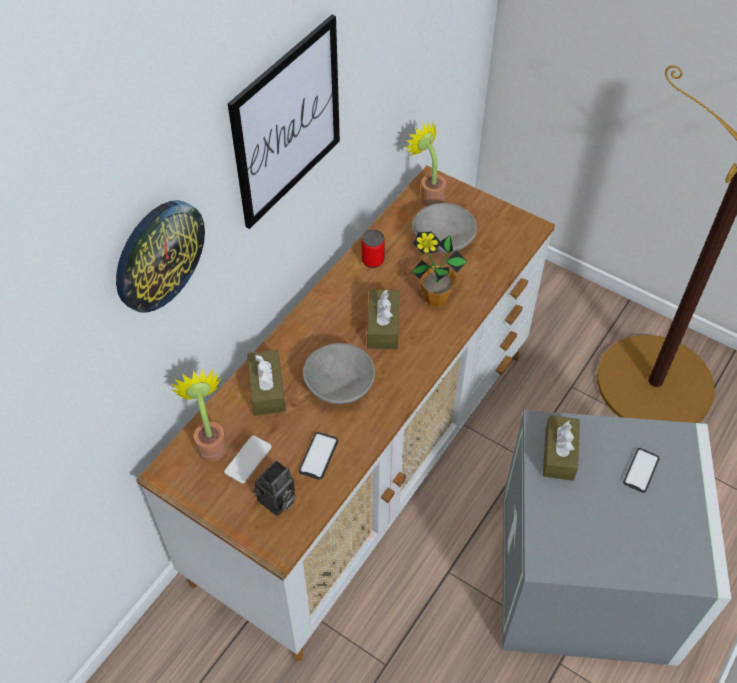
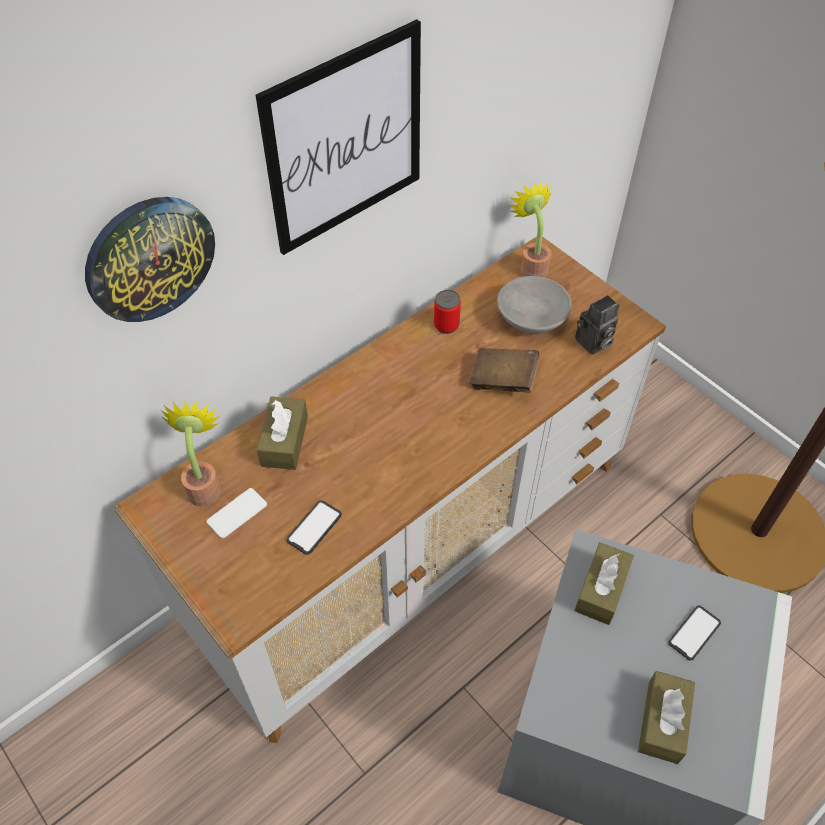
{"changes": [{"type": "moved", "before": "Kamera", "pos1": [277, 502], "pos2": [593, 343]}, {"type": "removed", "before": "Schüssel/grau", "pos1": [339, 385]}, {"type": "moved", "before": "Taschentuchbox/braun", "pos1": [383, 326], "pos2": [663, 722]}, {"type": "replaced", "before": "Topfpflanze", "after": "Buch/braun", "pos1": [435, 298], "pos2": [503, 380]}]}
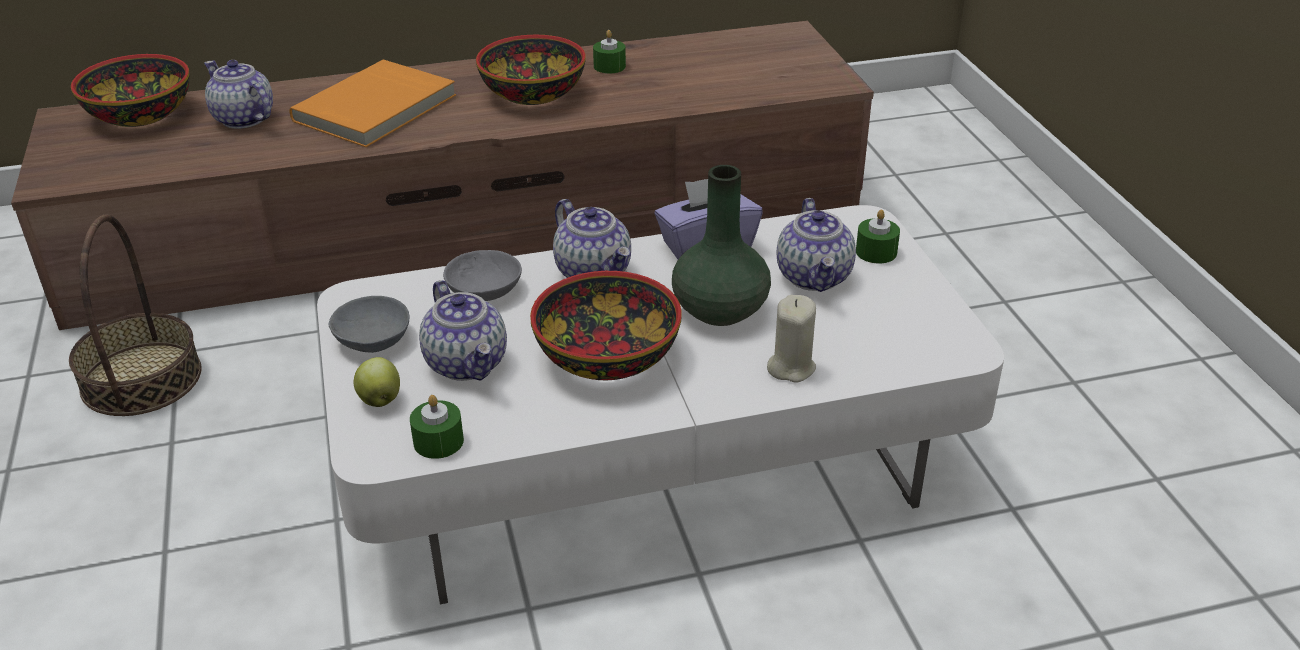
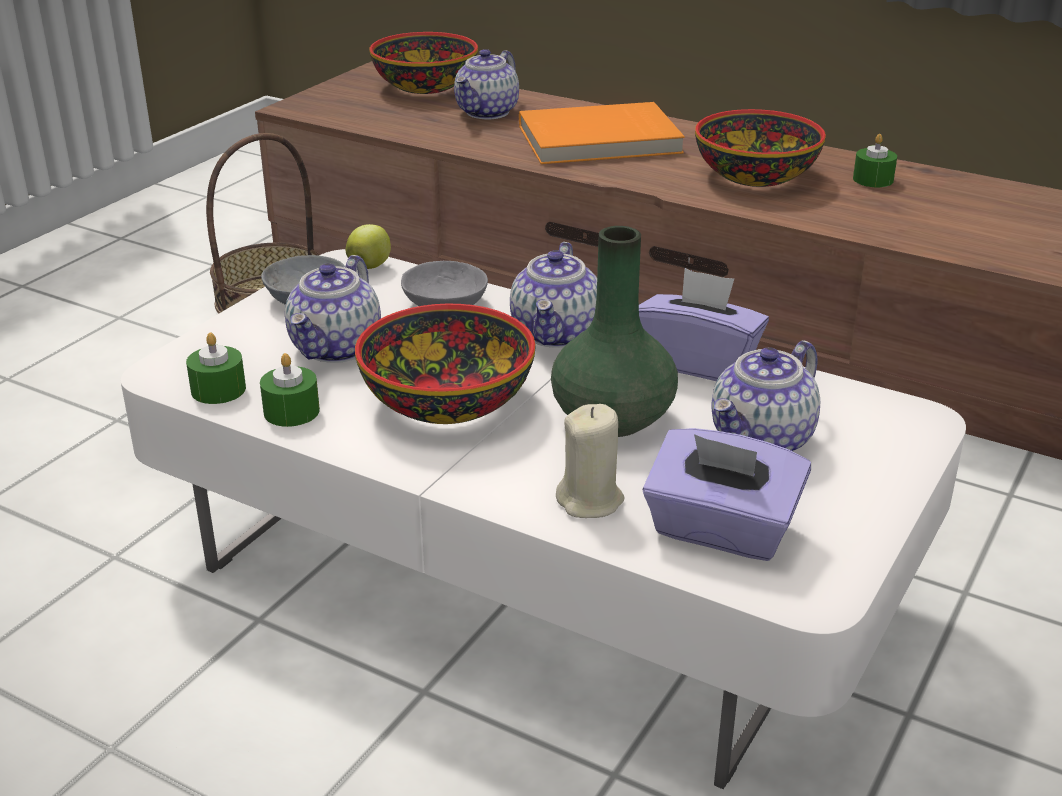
{"changes": [{"type": "turned", "before": "Teekanne", "pos1": [242, 119], "pos2": [487, 112], "turn": -150}, {"type": "moved", "before": "Apfel", "pos1": [380, 399], "pos2": [370, 266]}, {"type": "moved", "before": "Kerze/grün", "pos1": [876, 252], "pos2": [291, 411]}, {"type": "added", "after": "Taschentuchbox/lila", "pos2": [721, 531]}]}
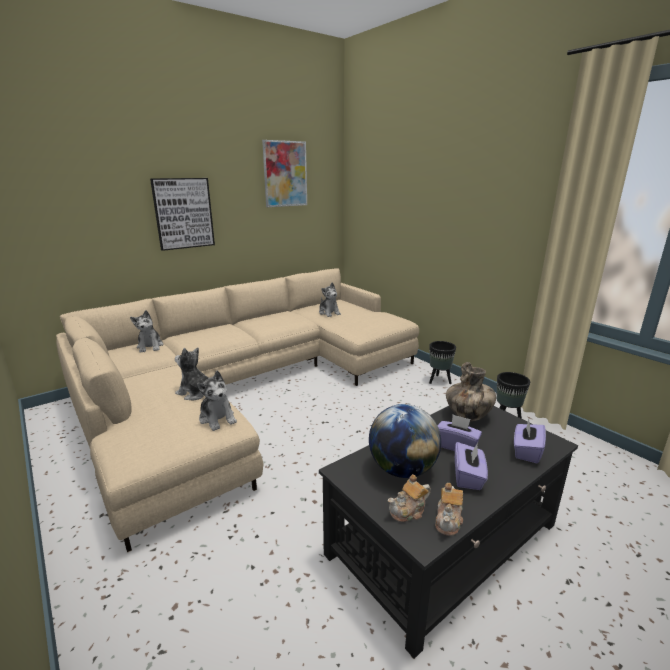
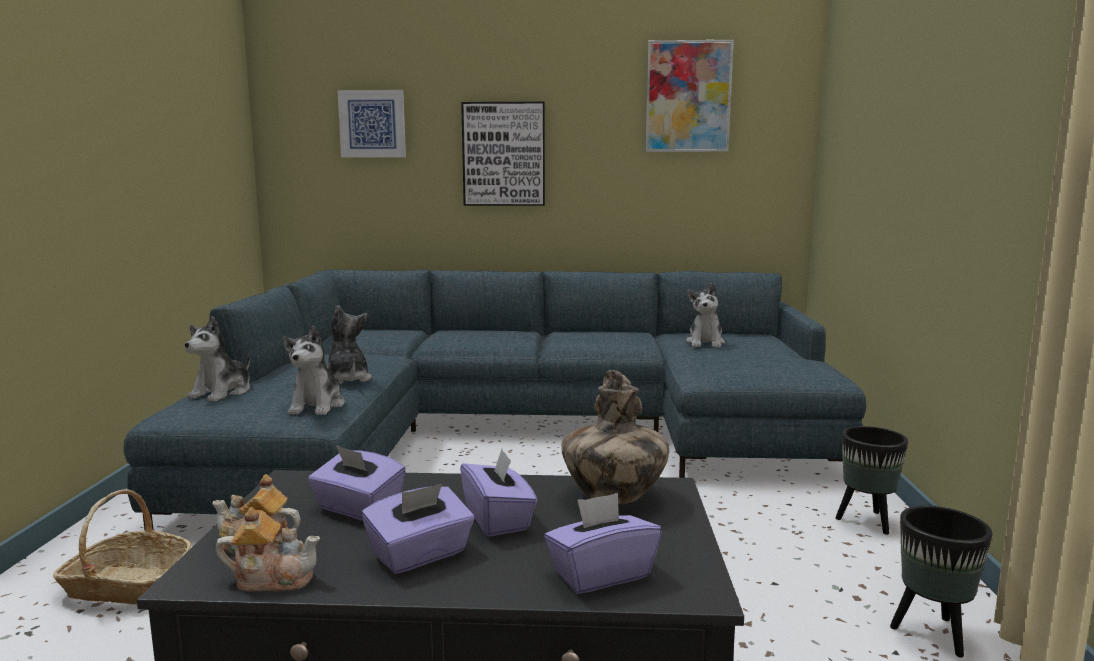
{"changes": [{"type": "recoloured", "before": "Sofa/beige", "after": "Sofa/blau", "pos1": [247, 388], "pos2": [512, 434]}, {"type": "moved", "before": "Plüschtier", "pos1": [150, 346], "pos2": [222, 393]}, {"type": "replaced", "before": "Globus", "after": "Taschentuchbox/lila", "pos1": [402, 469], "pos2": [358, 508]}, {"type": "turned", "before": "Teekanne", "pos1": [448, 520], "pos2": [272, 579], "turn": -150}, {"type": "added", "after": "Korb", "pos2": [126, 585]}, {"type": "added", "after": "Bild", "pos2": [372, 124]}]}
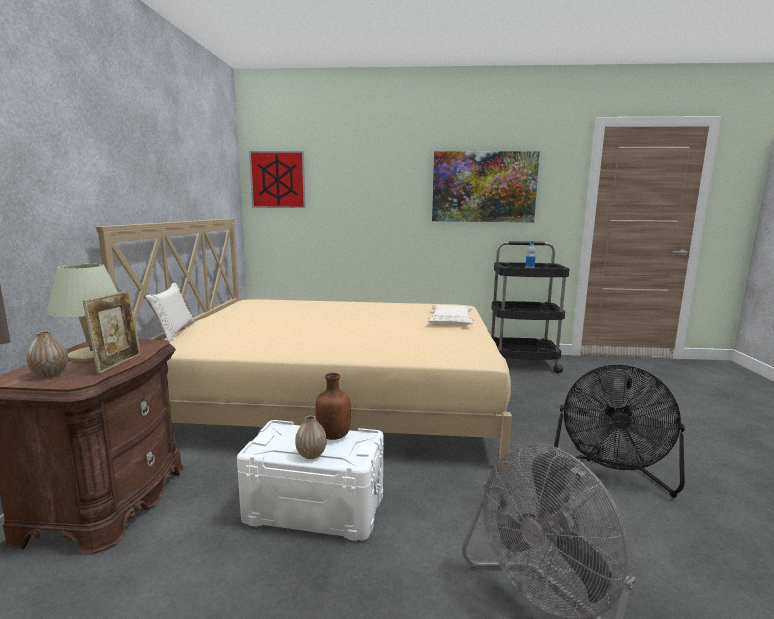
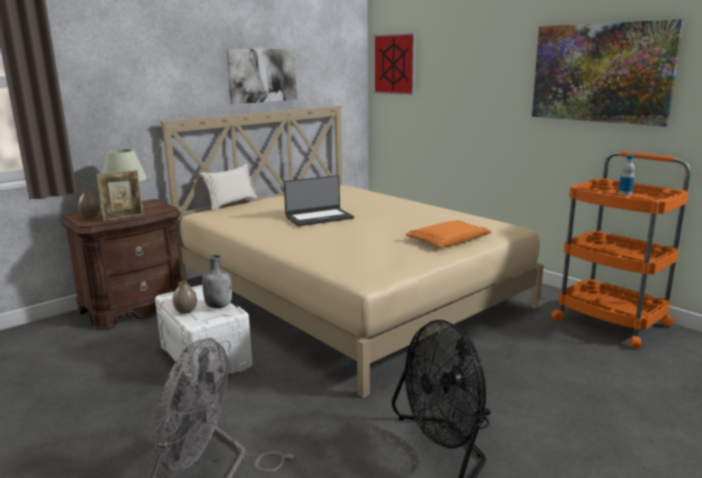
{"changes": [{"type": "recoloured", "before": "Flasche/braun", "after": "Flasche/grau", "pos1": [333, 436], "pos2": [219, 306]}, {"type": "recoloured", "before": "Kissen/weiß", "after": "Kissen/orange", "pos1": [451, 319], "pos2": [448, 239]}, {"type": "recoloured", "before": "Rollwagen/schwarz", "after": "Rollwagen/orange", "pos1": [522, 363], "pos2": [610, 323]}, {"type": "added", "after": "Bild", "pos2": [262, 75]}, {"type": "added", "after": "Laptop", "pos2": [319, 217]}]}
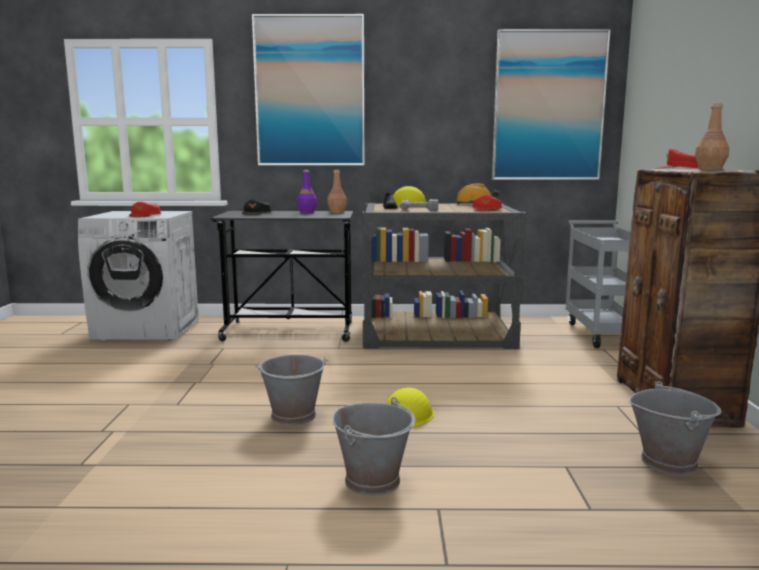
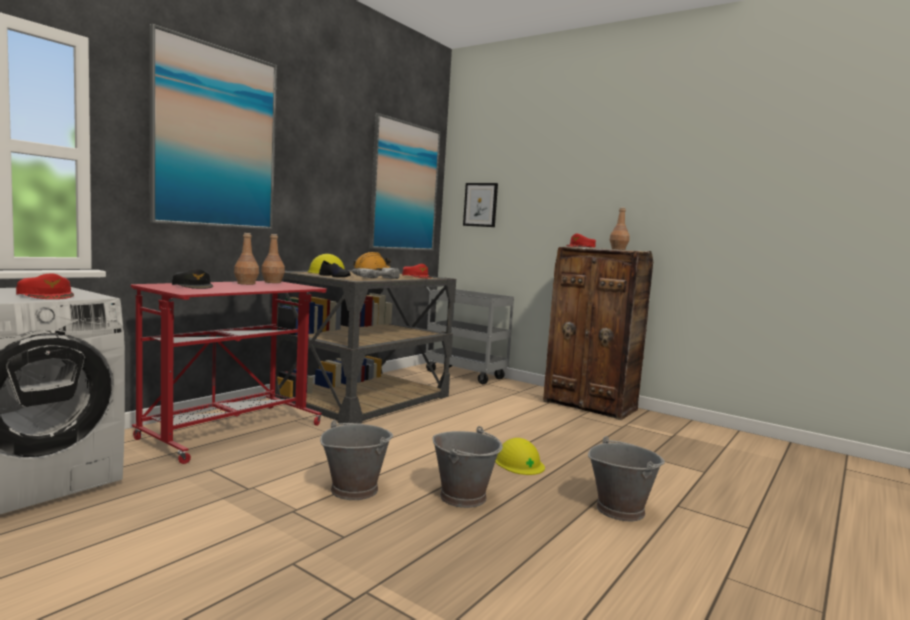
{"changes": [{"type": "recoloured", "before": "Schreibtisch/schwarz", "after": "Schreibtisch/rot", "pos1": [289, 331], "pos2": [232, 431]}, {"type": "recoloured", "before": "Flasche/lila", "after": "Flasche/braun", "pos1": [307, 212], "pos2": [246, 283]}, {"type": "moved", "before": "Eimer/grau", "pos1": [669, 461], "pos2": [354, 489]}, {"type": "added", "after": "Bild", "pos2": [480, 205]}]}
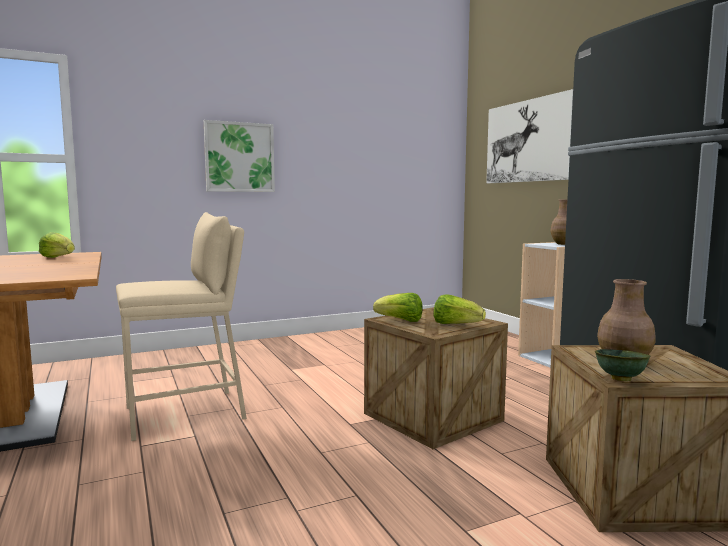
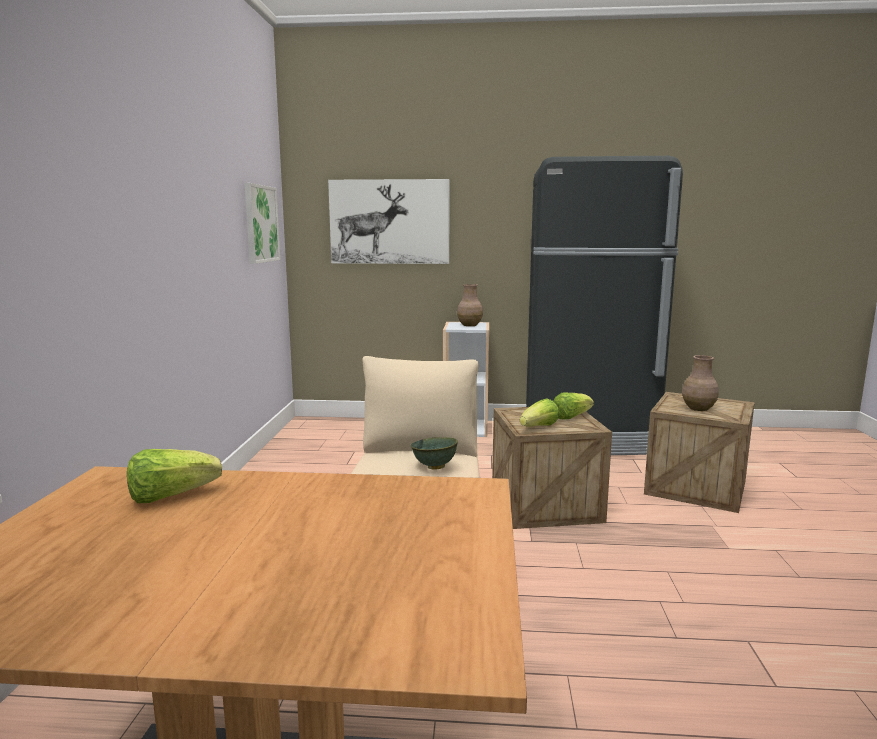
{"changes": [{"type": "moved", "before": "Bild", "pos1": [239, 157], "pos2": [261, 224]}, {"type": "moved", "before": "Schüssel/grün", "pos1": [619, 379], "pos2": [434, 467]}]}
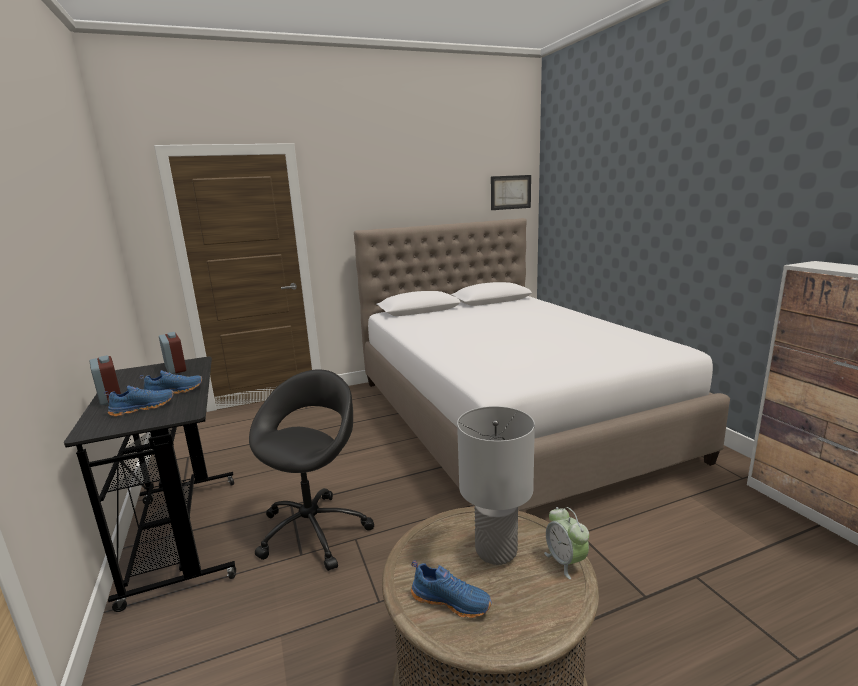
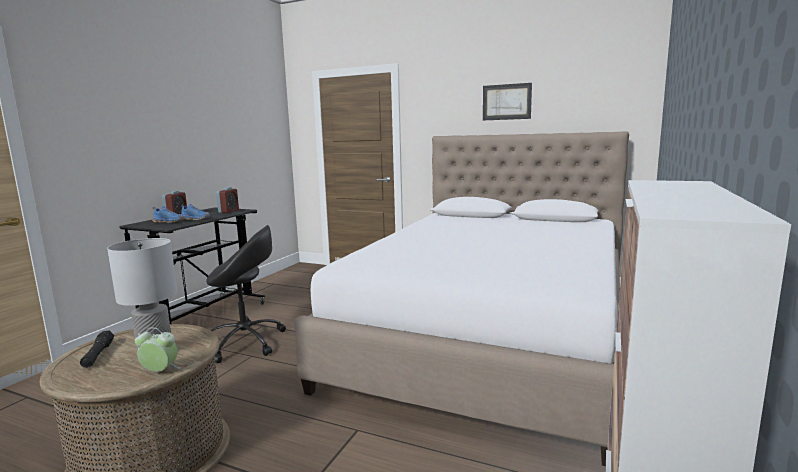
{"changes": [{"type": "replaced", "before": "Schuh/blau", "after": "Taschenlampe/schwarz", "pos1": [451, 600], "pos2": [98, 355]}, {"type": "moved", "before": "Bild", "pos1": [510, 192], "pos2": [506, 102]}, {"type": "turned", "before": "Wecker", "pos1": [565, 562], "pos2": [160, 371], "turn": 75}]}
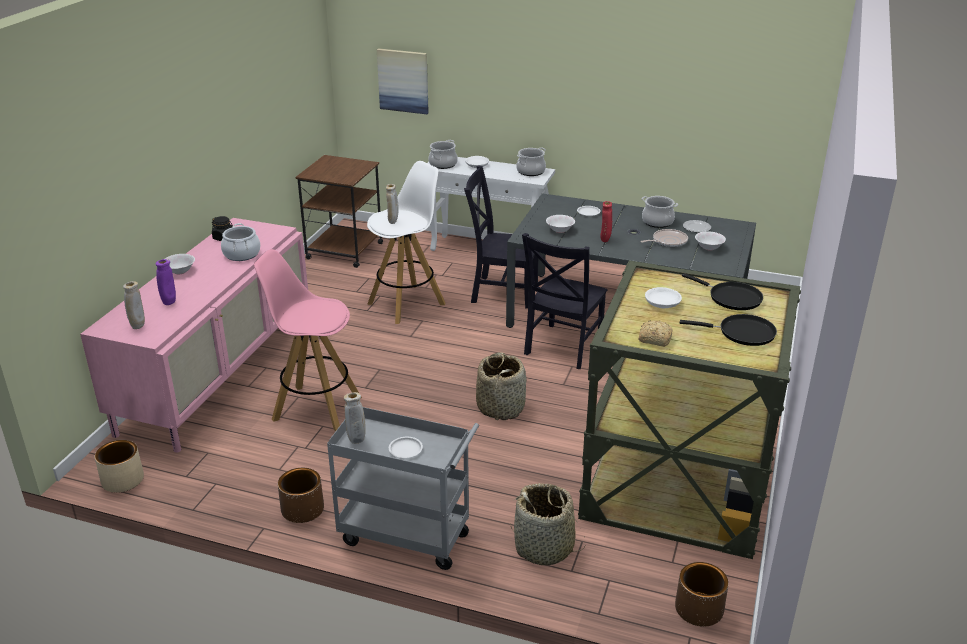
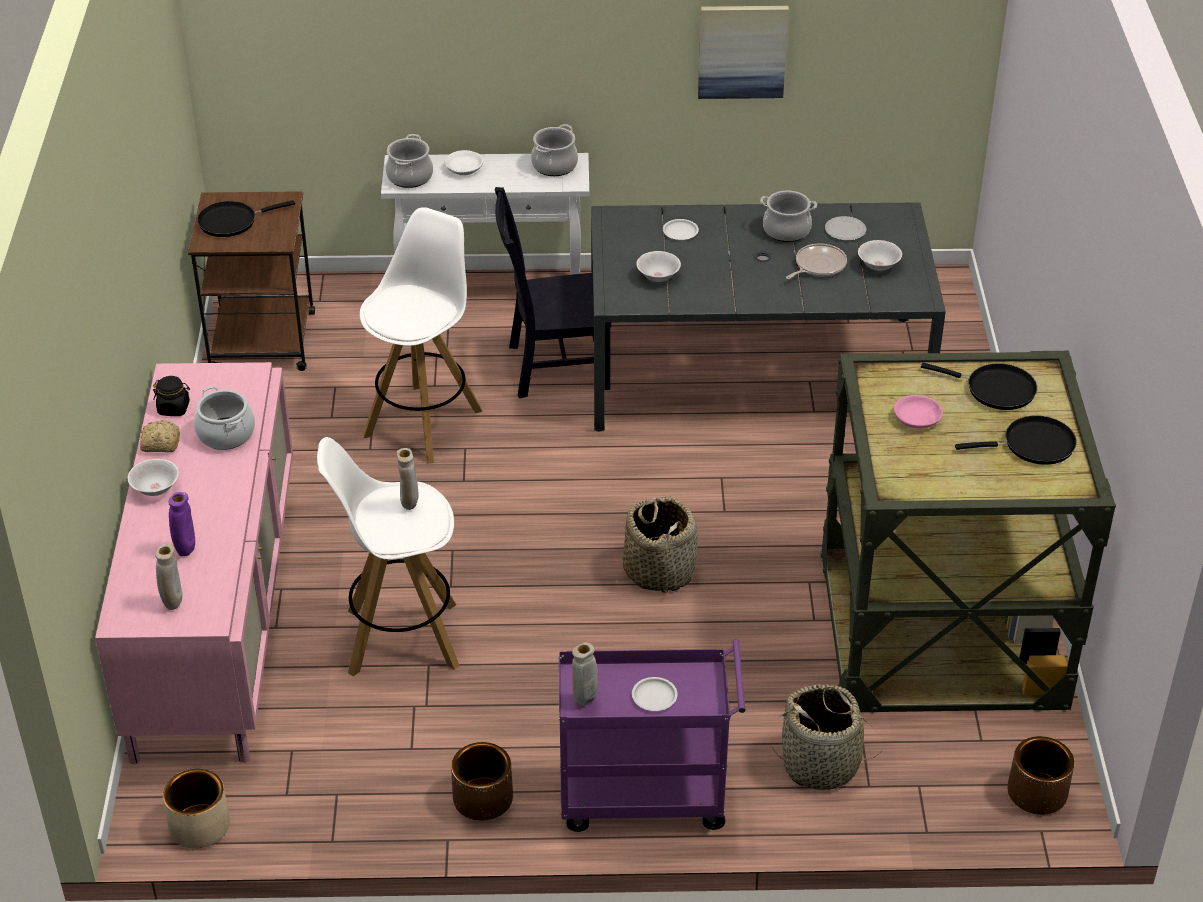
{"changes": [{"type": "recoloured", "before": "Hocker/rosa", "after": "Hocker/weiß", "pos1": [316, 408], "pos2": [400, 638]}, {"type": "recoloured", "before": "Rollwagen/grau", "after": "Rollwagen/lila", "pos1": [408, 540], "pos2": [647, 802]}, {"type": "moved", "before": "Bild", "pos1": [403, 81], "pos2": [742, 51]}, {"type": "moved", "before": "Vase/beige", "pos1": [393, 222], "pos2": [410, 505]}, {"type": "removed", "before": "Stuhl/schwarz", "pos1": [562, 348]}, {"type": "removed", "before": "Vase/rot", "pos1": [605, 240]}, {"type": "moved", "before": "Brot", "pos1": [654, 339], "pos2": [159, 443]}, {"type": "recoloured", "before": "Schüssel/weiß", "after": "Schüssel/rosa", "pos1": [663, 303], "pos2": [918, 419]}, {"type": "added", "after": "Pfanne/schwarz", "pos2": [231, 221]}]}
